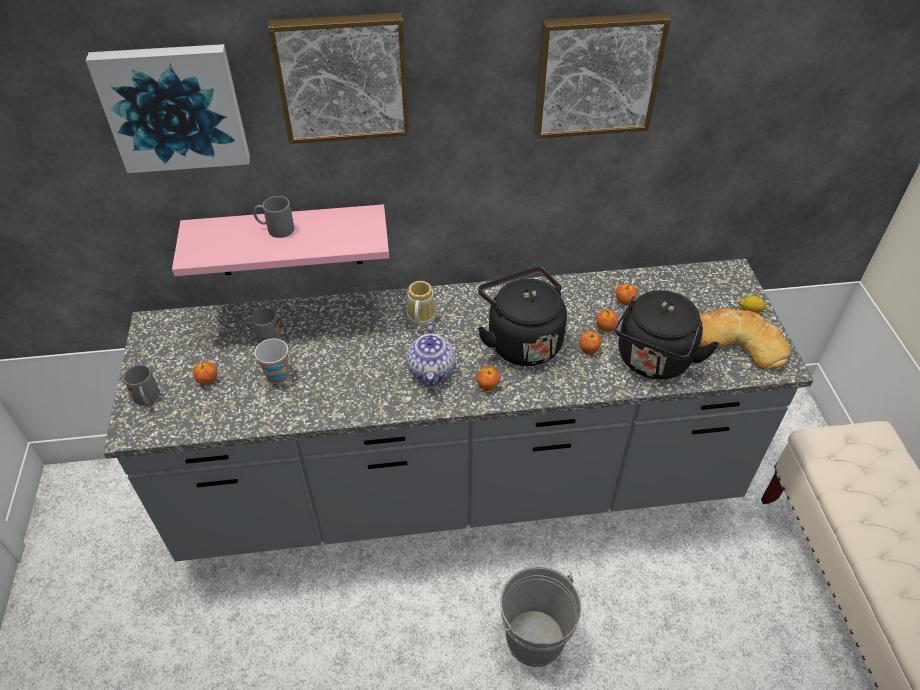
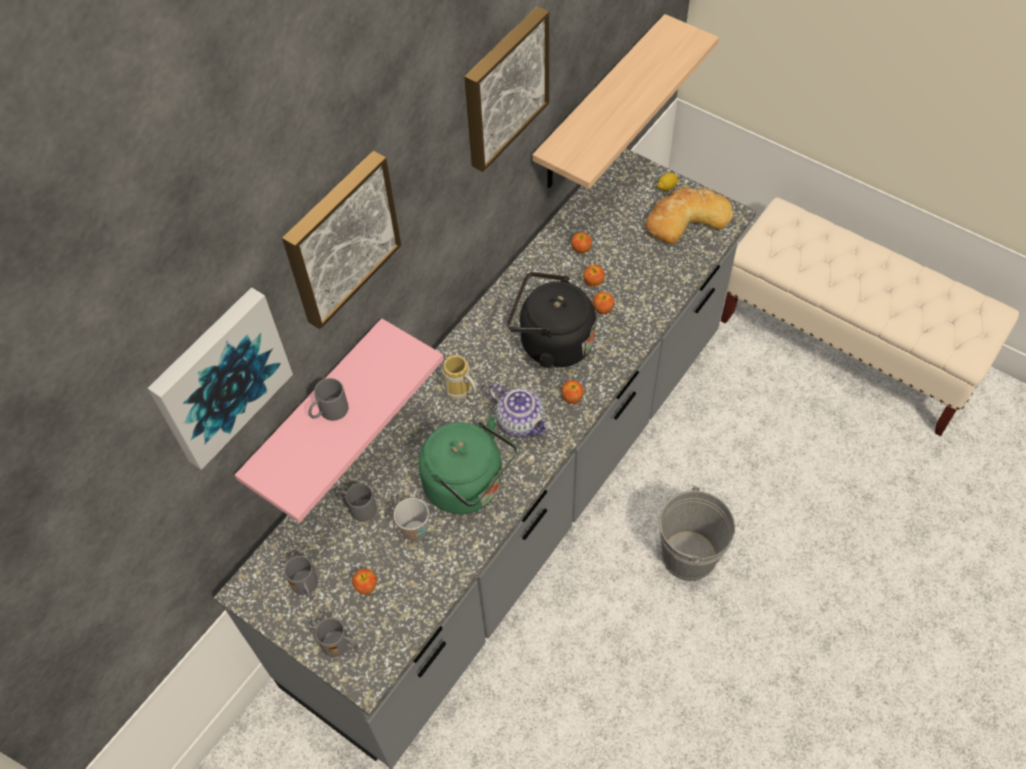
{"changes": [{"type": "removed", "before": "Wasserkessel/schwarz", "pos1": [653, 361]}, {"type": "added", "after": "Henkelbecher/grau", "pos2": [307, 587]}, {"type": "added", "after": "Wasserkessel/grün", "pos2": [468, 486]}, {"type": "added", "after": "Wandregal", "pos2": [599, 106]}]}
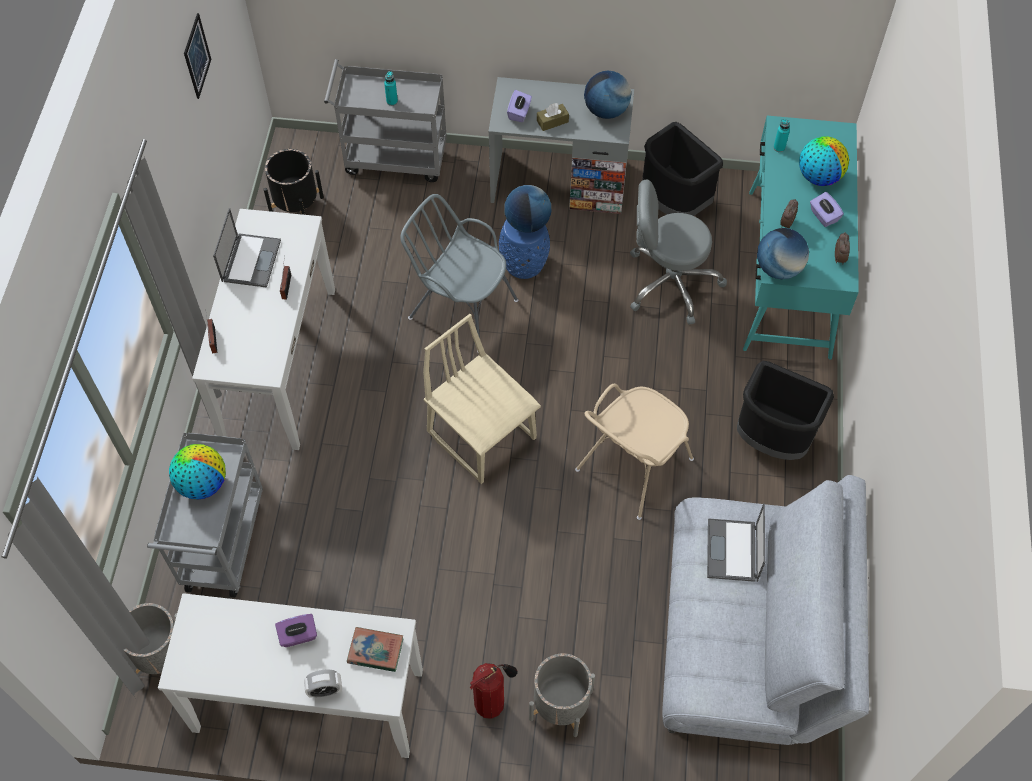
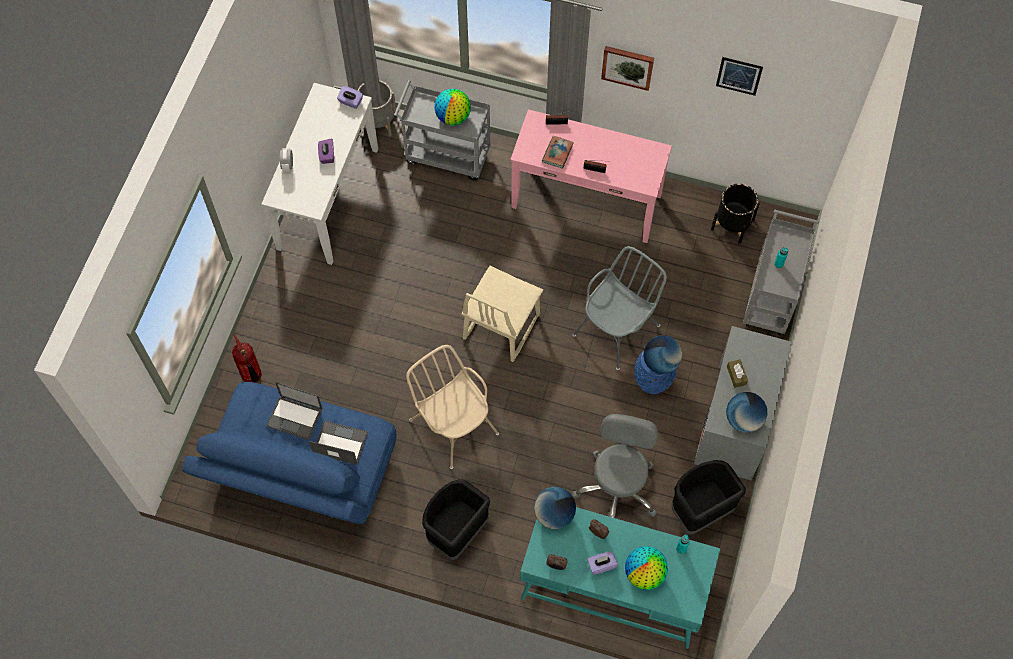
{"changes": [{"type": "recoloured", "before": "Konsolentisch/weiß", "after": "Konsolentisch/rosa", "pos1": [278, 363], "pos2": [586, 200]}, {"type": "moved", "before": "Laptop", "pos1": [251, 260], "pos2": [295, 417]}, {"type": "moved", "before": "Buch", "pos1": [375, 651], "pos2": [557, 153]}, {"type": "turned", "before": "Stuhl/beige", "pos1": [482, 434], "pos2": [500, 326], "turn": 150}, {"type": "moved", "before": "Feuerlöscher", "pos1": [492, 703], "pos2": [254, 378]}, {"type": "moved", "before": "Taschentuchbox/lila", "pos1": [519, 113], "pos2": [350, 102]}, {"type": "removed", "before": "Pflanzkübel/grau", "pos1": [560, 705]}, {"type": "recoloured", "before": "Sofa/grau", "after": "Sofa/blau", "pos1": [749, 636], "pos2": [302, 473]}, {"type": "added", "after": "Bild", "pos2": [627, 66]}]}
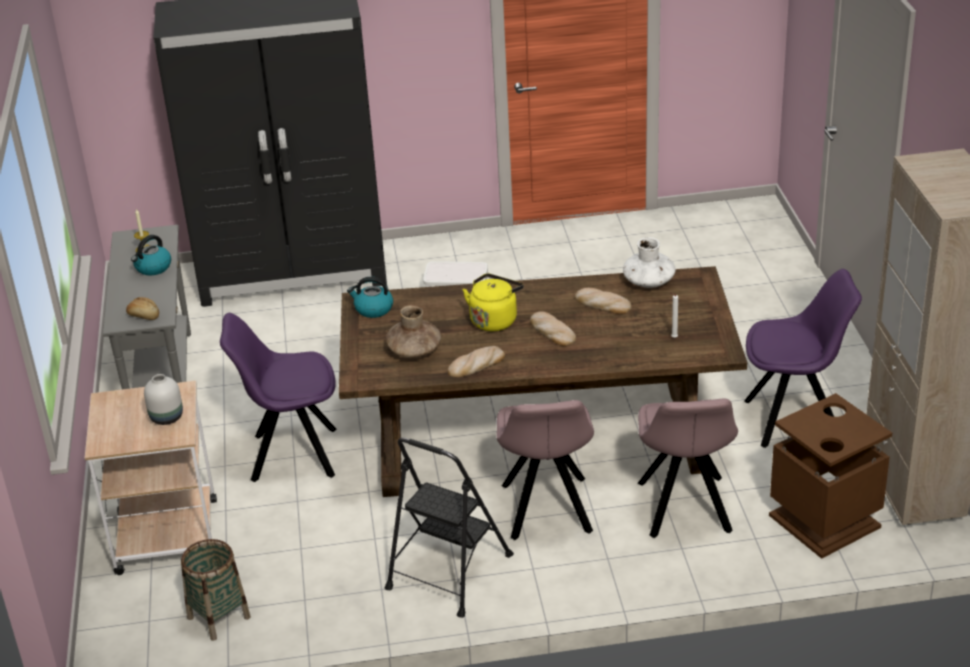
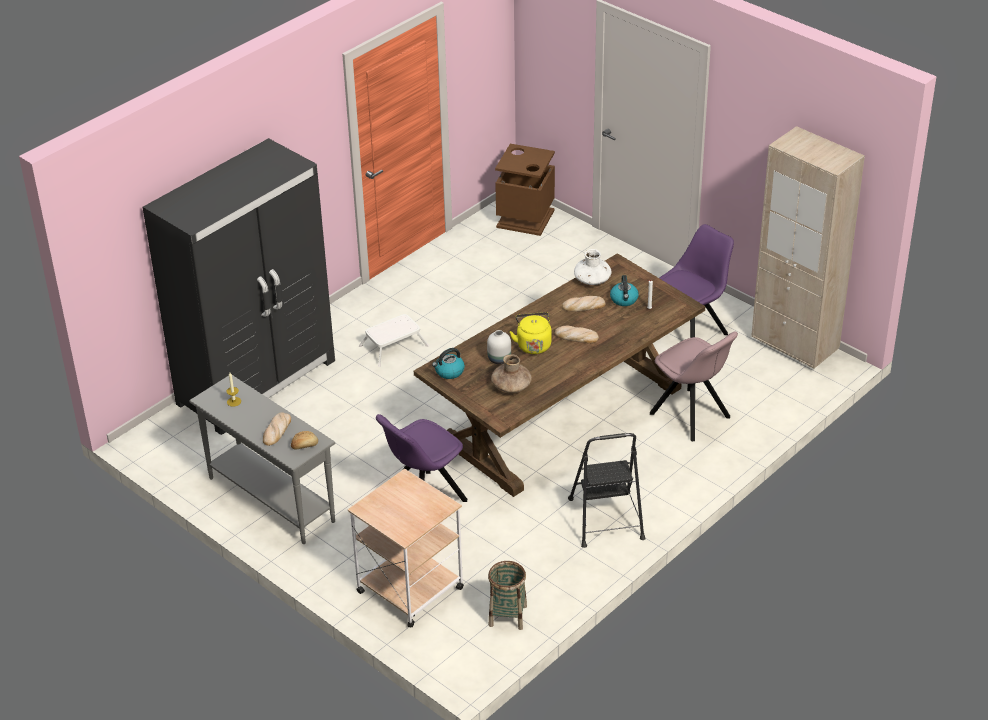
{"changes": [{"type": "moved", "before": "Wasserkessel", "pos1": [153, 268], "pos2": [624, 300]}, {"type": "moved", "before": "Vase/weiß", "pos1": [166, 418], "pos2": [499, 359]}, {"type": "moved", "before": "Brot", "pos1": [476, 365], "pos2": [277, 431]}, {"type": "removed", "before": "Stuhl/rosa", "pos1": [547, 509]}, {"type": "moved", "before": "Mülleimer/braun", "pos1": [824, 522], "pos2": [525, 219]}]}
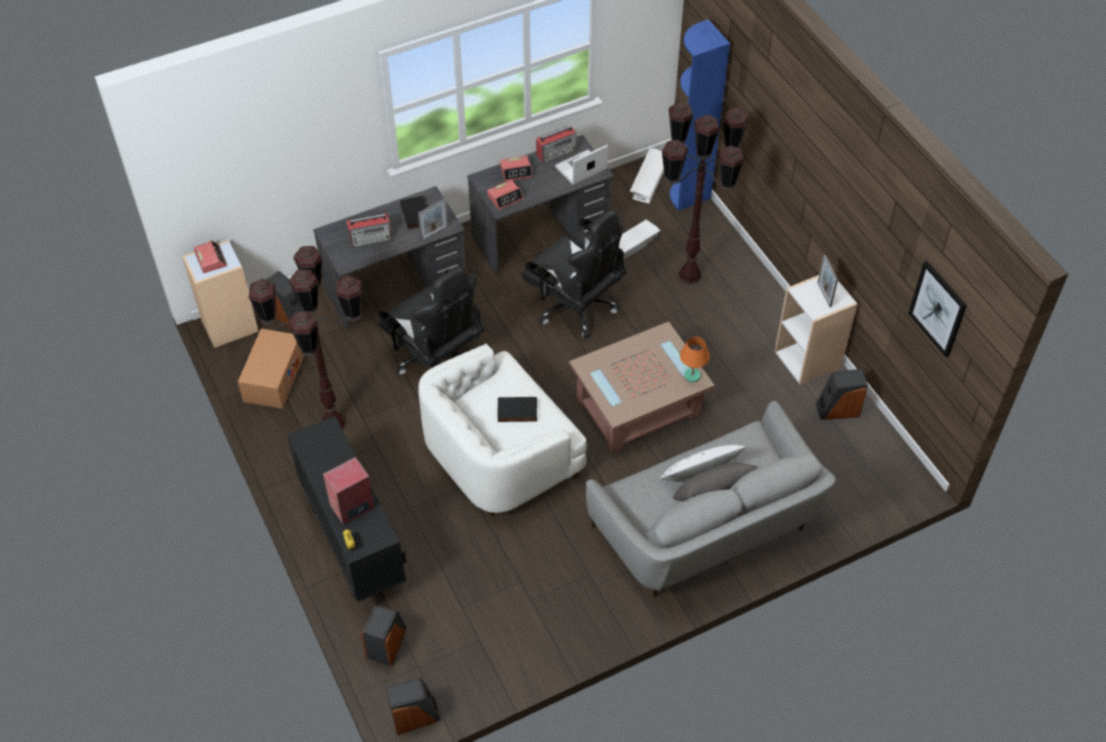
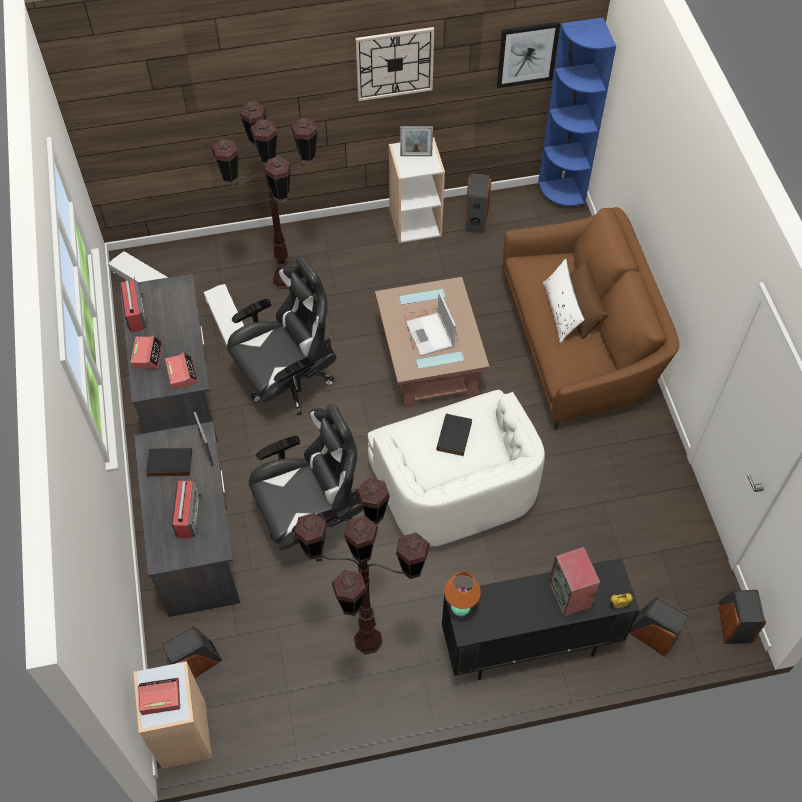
{"changes": [{"type": "removed", "before": "Karton", "pos1": [274, 378]}, {"type": "moved", "before": "Laptop", "pos1": [580, 168], "pos2": [430, 335]}, {"type": "recoloured", "before": "Sofa/grau", "after": "Sofa/braun", "pos1": [707, 529], "pos2": [578, 344]}, {"type": "moved", "before": "Bücherregal/blau", "pos1": [686, 197], "pos2": [561, 195]}, {"type": "moved", "before": "Tischlampe/orange", "pos1": [691, 376], "pos2": [460, 607]}, {"type": "added", "after": "Wanduhr", "pos2": [394, 63]}]}
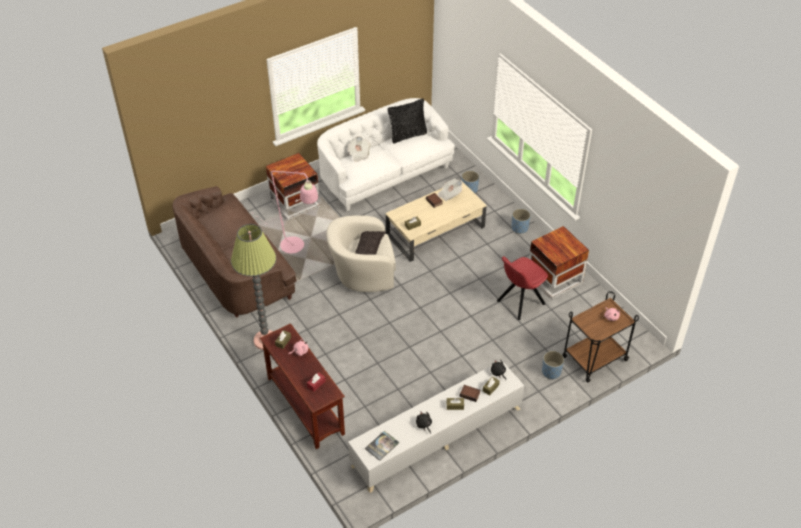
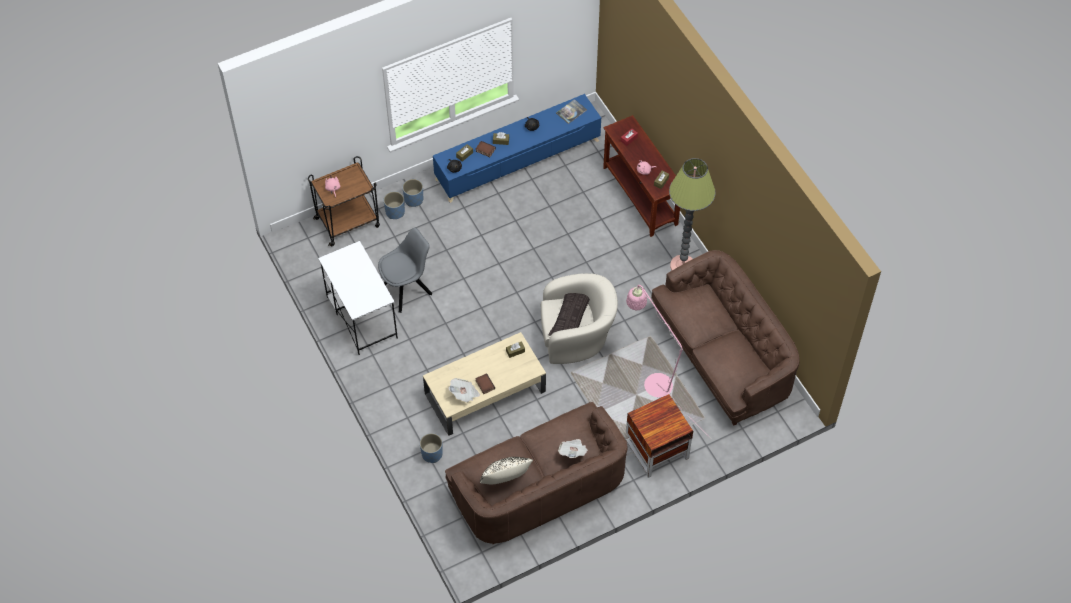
{"changes": [{"type": "recoloured", "before": "Sofa/weiß", "after": "Sofa/braun", "pos1": [385, 175], "pos2": [538, 488]}, {"type": "recoloured", "before": "Fernsehschrank/weiß", "after": "Fernsehschrank/blau", "pos1": [437, 436], "pos2": [517, 160]}, {"type": "recoloured", "before": "Kissen/schwarz", "after": "Kissen/beige", "pos1": [408, 136], "pos2": [505, 482]}, {"type": "recoloured", "before": "Stuhl/rot", "after": "Stuhl/grau", "pos1": [520, 302], "pos2": [407, 290]}, {"type": "moved", "before": "Pflanzkübel/blau", "pos1": [519, 228], "pos2": [413, 199]}, {"type": "replaced", "before": "Nachttisch", "after": "Schreibtisch/weiß", "pos1": [554, 279], "pos2": [361, 316]}]}
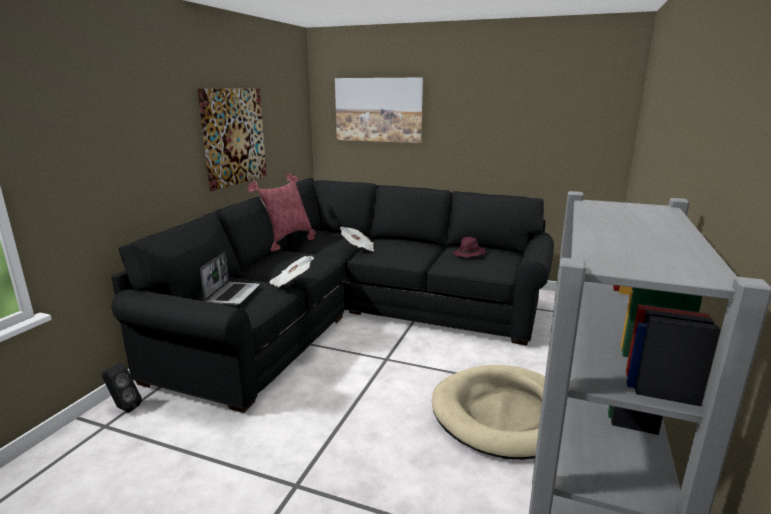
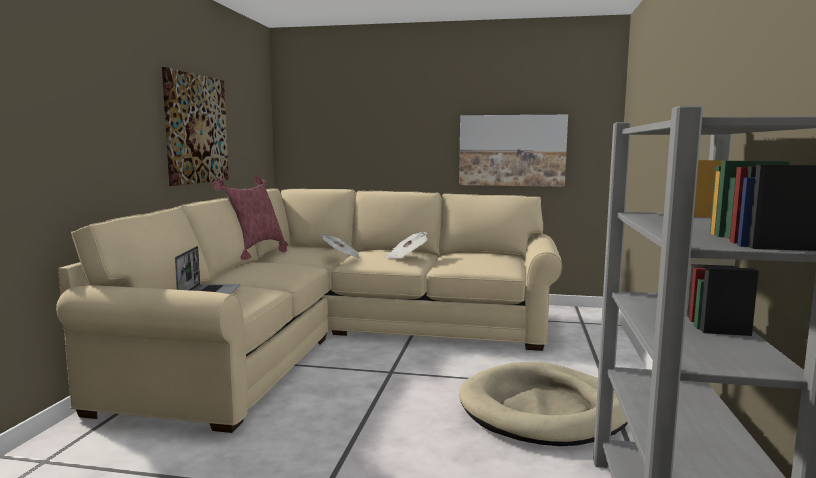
{"changes": [{"type": "removed", "before": "Lautsprecher/schwarz", "pos1": [123, 408]}, {"type": "recoloured", "before": "Sofa/schwarz", "after": "Sofa/beige", "pos1": [351, 318], "pos2": [337, 339]}, {"type": "moved", "before": "Zeitung", "pos1": [291, 282], "pos2": [406, 257]}, {"type": "moved", "before": "Bild", "pos1": [378, 110], "pos2": [512, 150]}, {"type": "removed", "before": "Hut/lila", "pos1": [468, 254]}]}
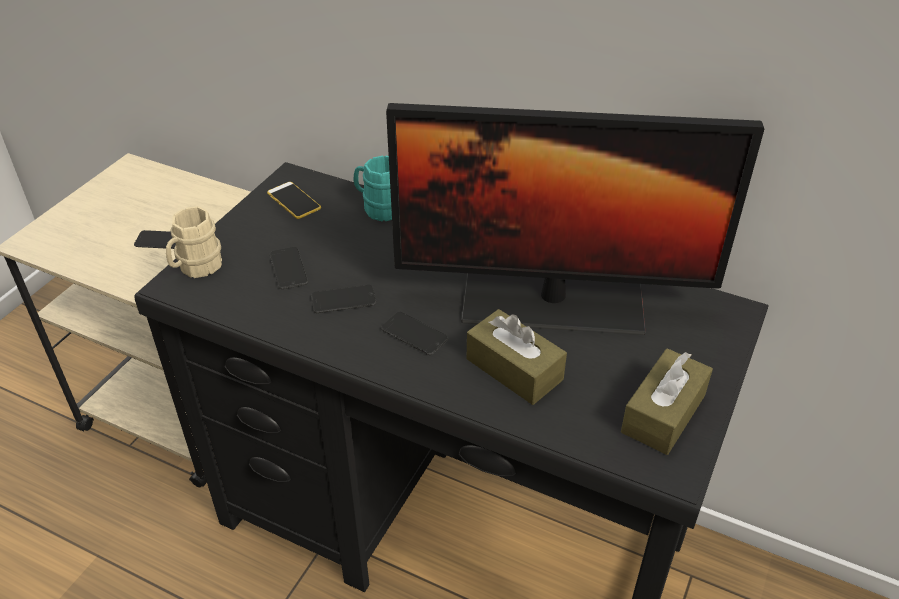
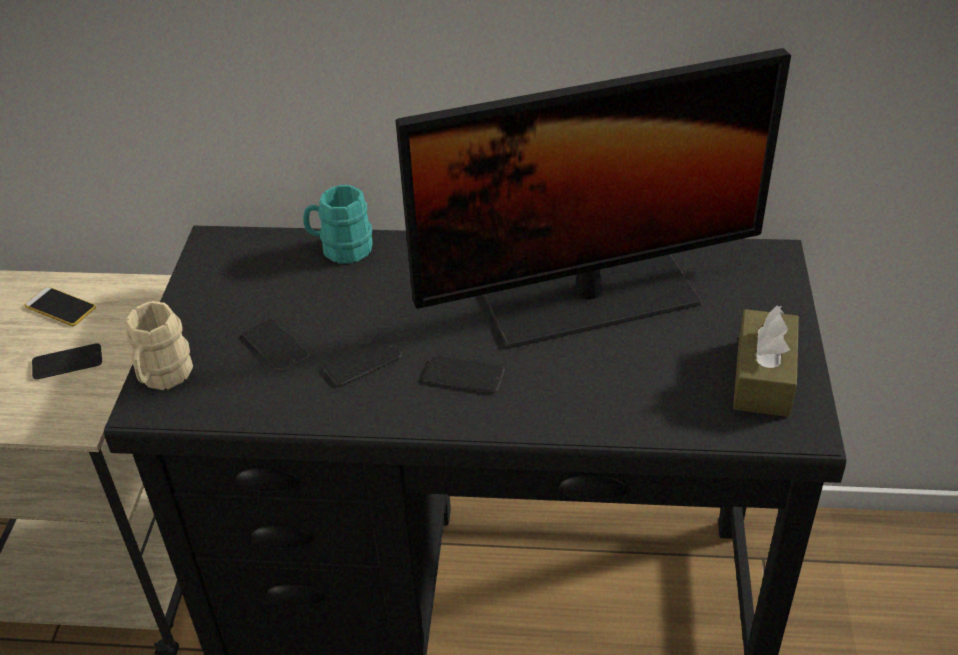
{"changes": [{"type": "moved", "before": "Handy", "pos1": [294, 201], "pos2": [60, 307]}, {"type": "removed", "before": "Taschentuchbox/braun", "pos1": [514, 369]}]}
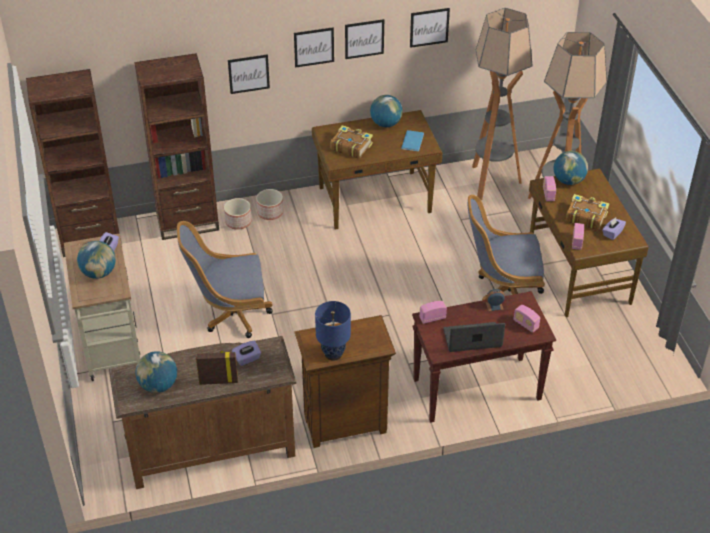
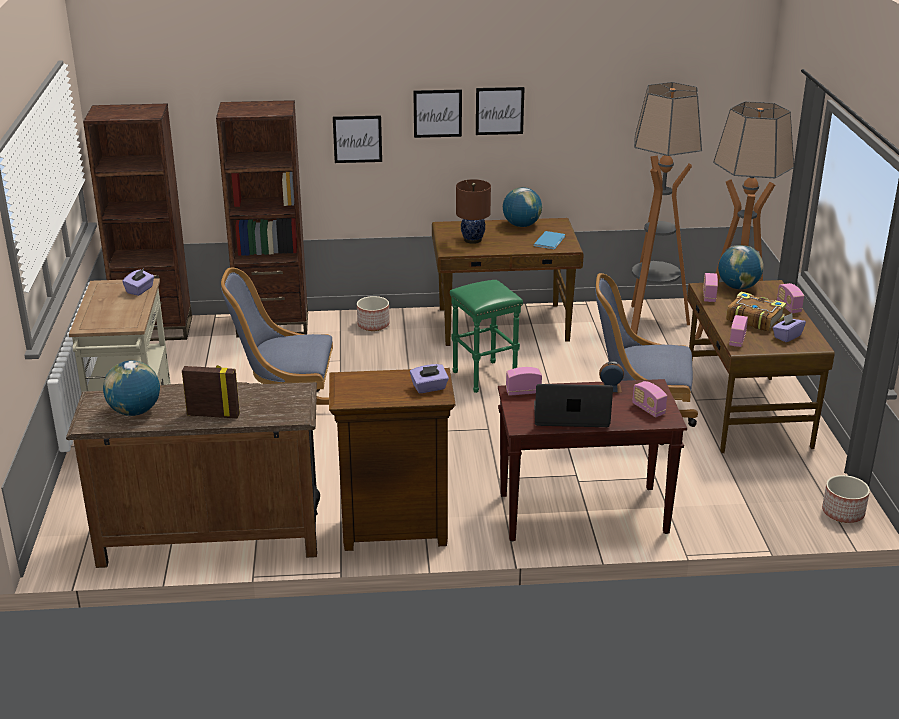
{"changes": [{"type": "removed", "before": "Globus", "pos1": [99, 273]}, {"type": "moved", "before": "Pflanzkübel", "pos1": [238, 222], "pos2": [842, 513]}, {"type": "moved", "before": "Taschentuchbox/lila", "pos1": [247, 359], "pos2": [429, 388]}, {"type": "removed", "before": "Tischlampe/blau", "pos1": [333, 353]}, {"type": "replaced", "before": "Buch", "after": "Tischlampe/braun", "pos1": [351, 146], "pos2": [472, 240]}, {"type": "removed", "before": "Bild", "pos1": [429, 27]}, {"type": "added", "after": "Hocker/grün", "pos2": [484, 377]}, {"type": "added", "after": "Radio", "pos2": [788, 307]}]}
